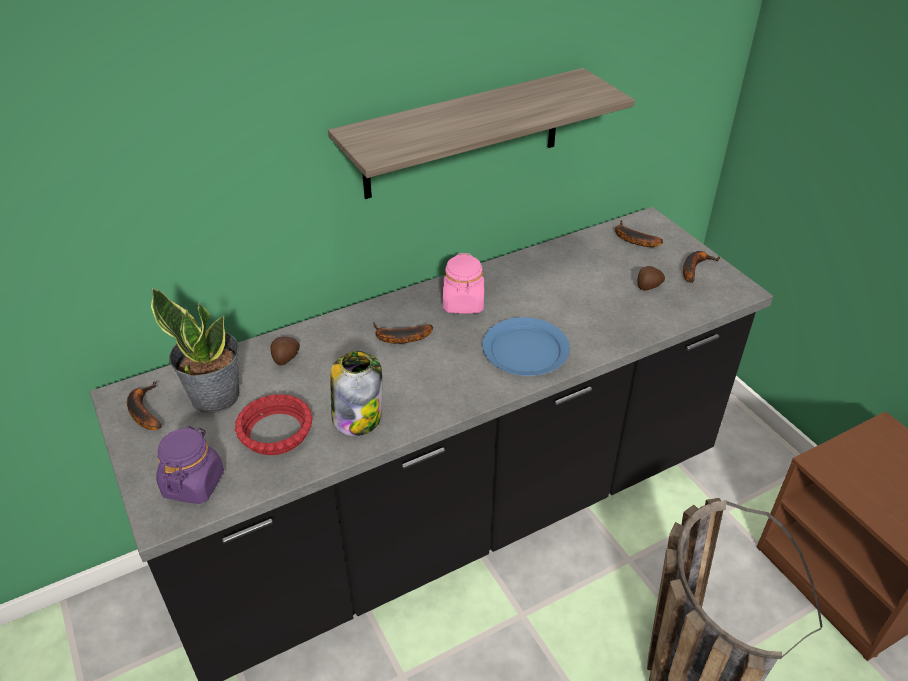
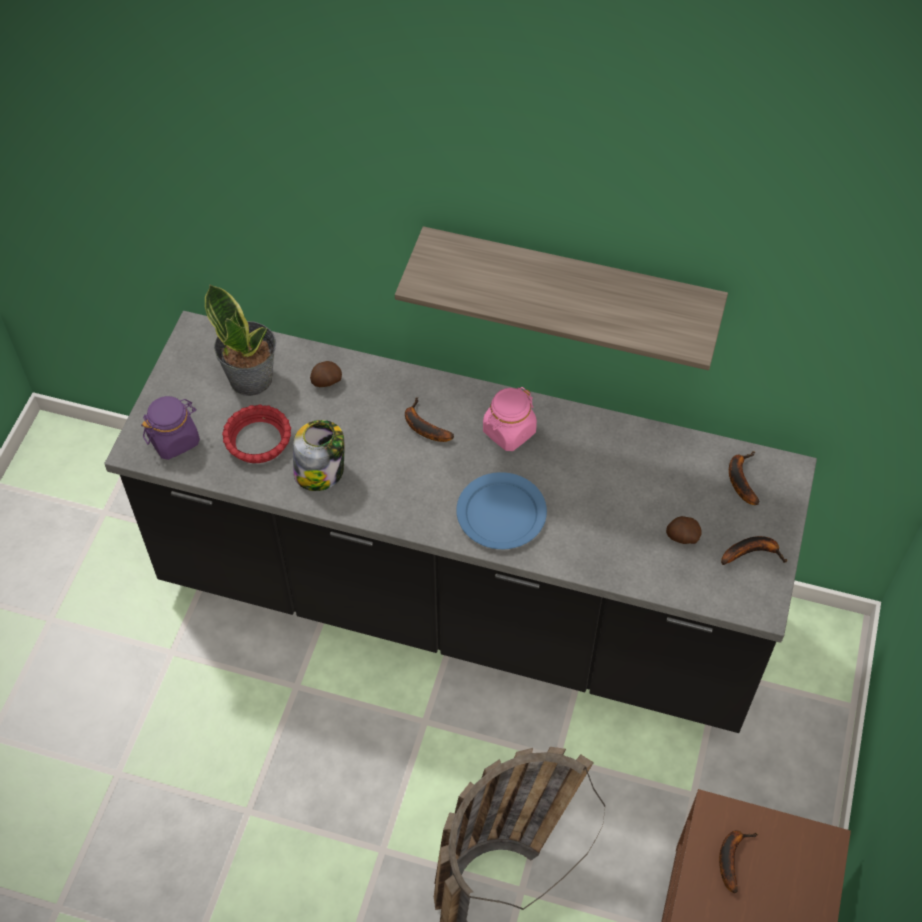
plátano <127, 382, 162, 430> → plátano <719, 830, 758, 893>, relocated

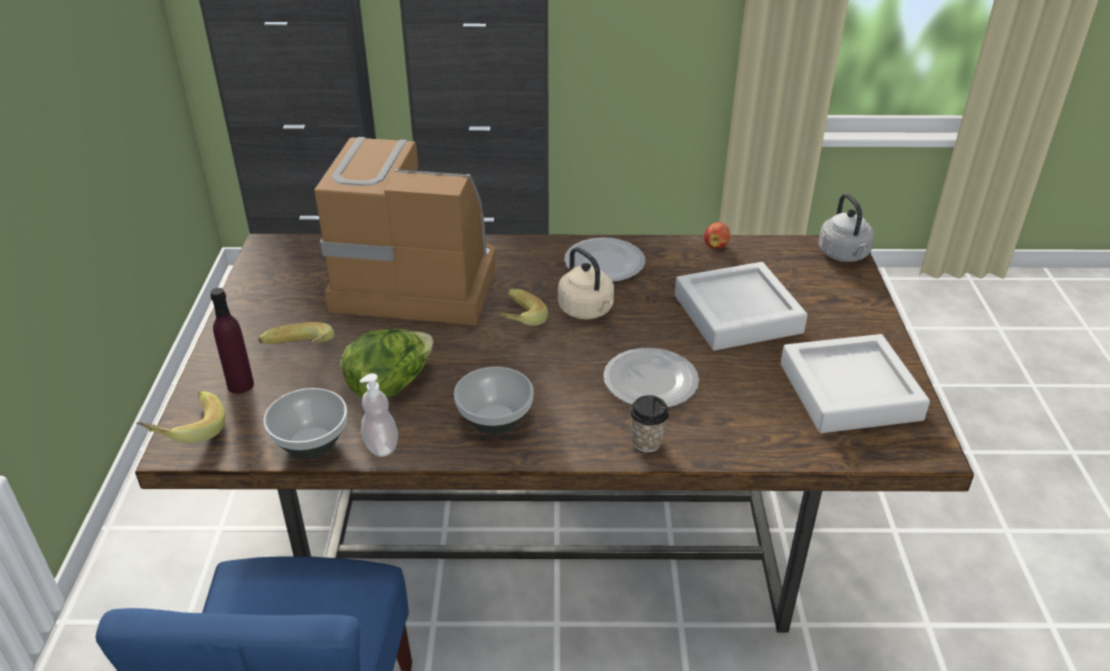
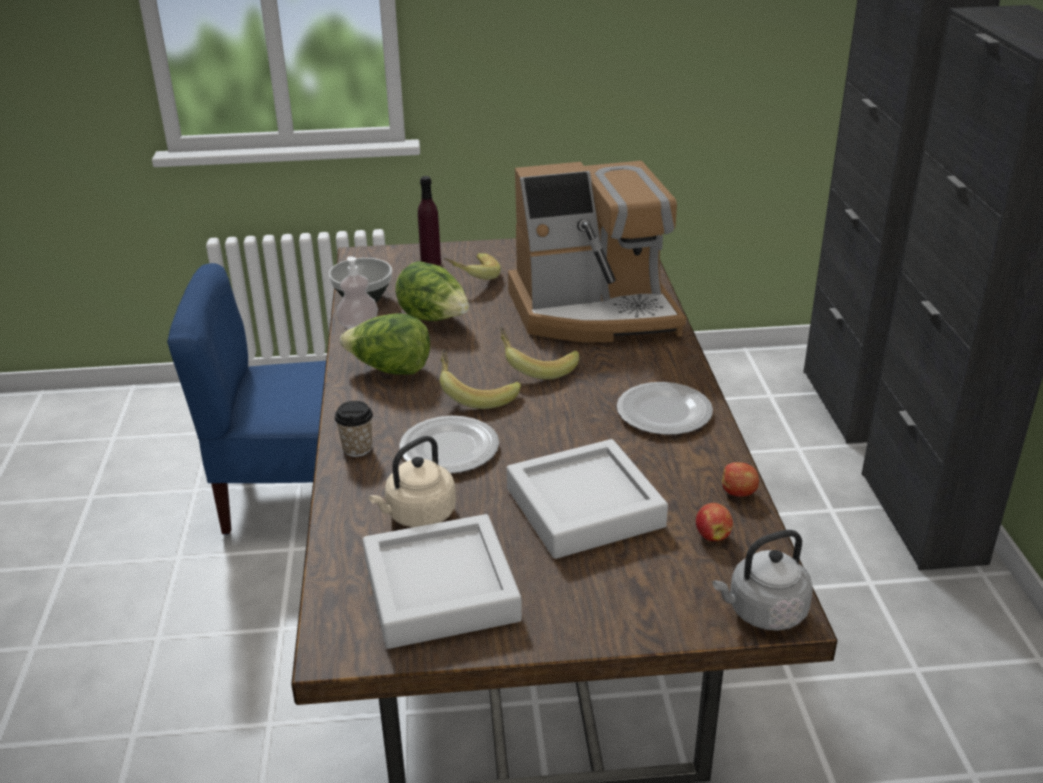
- → manzana <696, 503, 733, 541>
plátano <136, 391, 225, 444> → plátano <440, 349, 521, 409>, relocated
hervidor/beis <558, 247, 614, 319> → hervidor/beis <369, 436, 456, 527>, relocated
cuenco <454, 367, 534, 435> → lechuga <340, 313, 430, 375>
cafetera <314, 137, 496, 325> → cafetera <508, 161, 686, 342>, 75 degrees clockwise

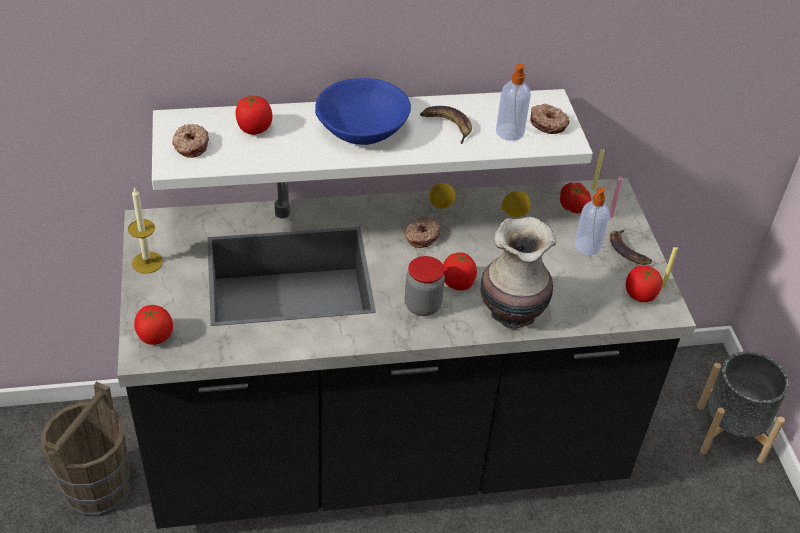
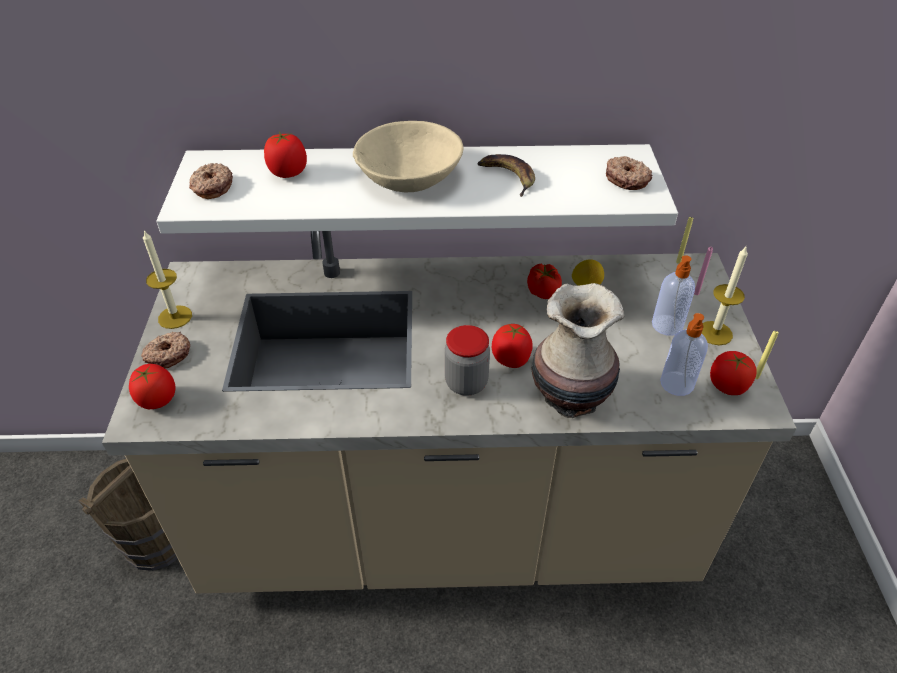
limón <430, 183, 455, 209> → -
maceta/gris <697, 351, 789, 463> → -
rosquilla <404, 217, 441, 248> → rosquilla <141, 332, 190, 368>, relocated
dispensador de jabón <496, 64, 531, 141> → dispensador de jabón <660, 313, 708, 396>, relocated
tomate <560, 182, 591, 213> → tomate <527, 264, 562, 299>, relocated
plátano <610, 229, 652, 265> → vela <702, 247, 748, 345>
mueble bajo de cocina/negro <117, 178, 696, 529> → mueble bajo de cocina/beis <102, 231, 796, 593>
cuenco/azul <315, 78, 411, 145> → cuenco/beis <353, 121, 463, 192>

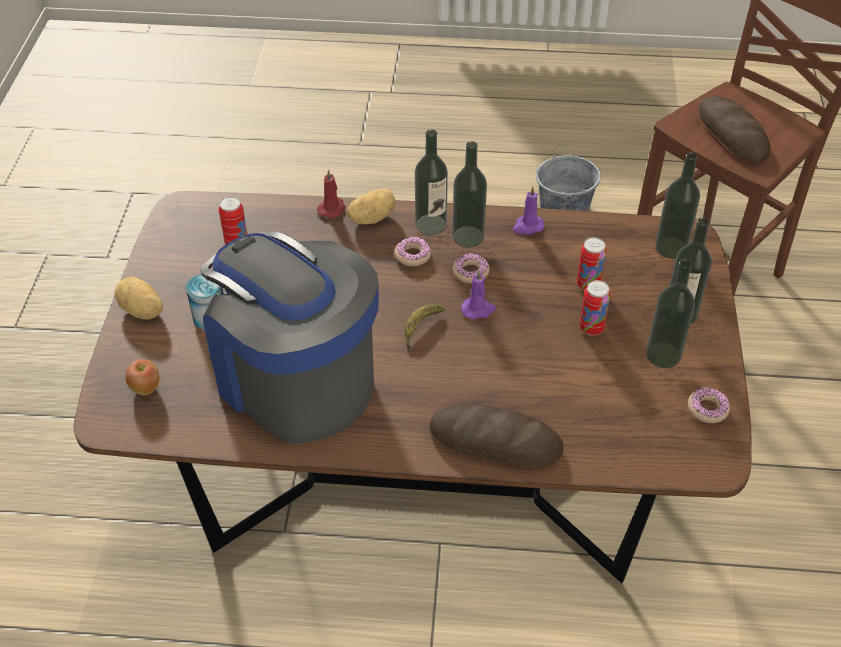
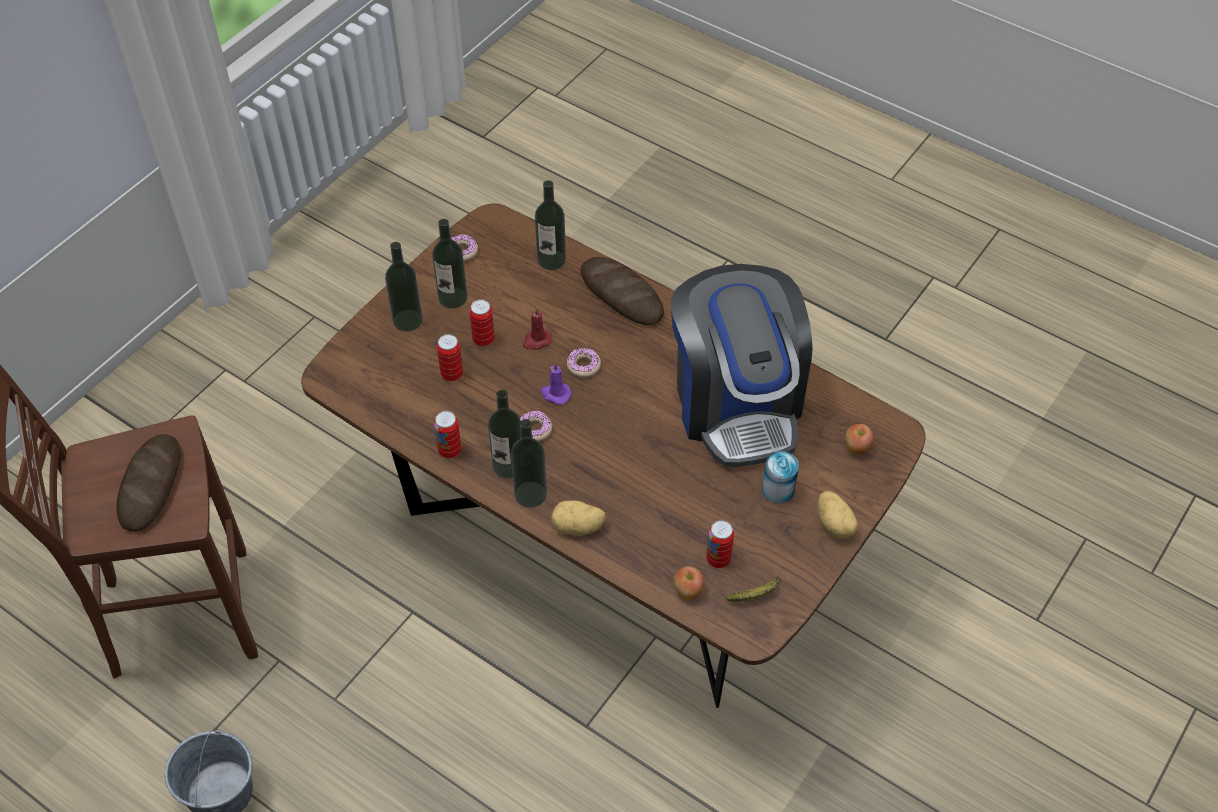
- → manzana <673, 566, 705, 600>
vela/rojo <317, 169, 346, 219> → vela/rojo <523, 307, 552, 350>, relocated
rosquilla <395, 236, 431, 267> → rosquilla <567, 348, 601, 378>, relocated
plátano <404, 304, 445, 350> → plátano <726, 576, 781, 602>, relocated
botella <655, 152, 700, 259> → botella <535, 180, 566, 270>, relocated
vela/morado <513, 186, 544, 235> → lata <434, 411, 461, 459>

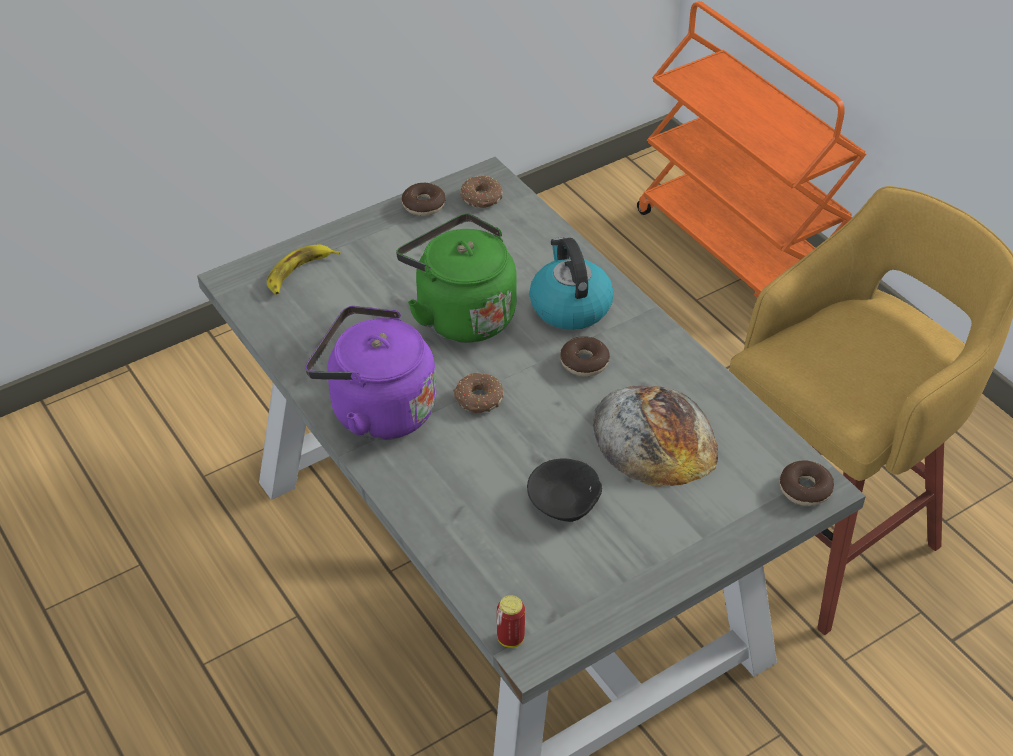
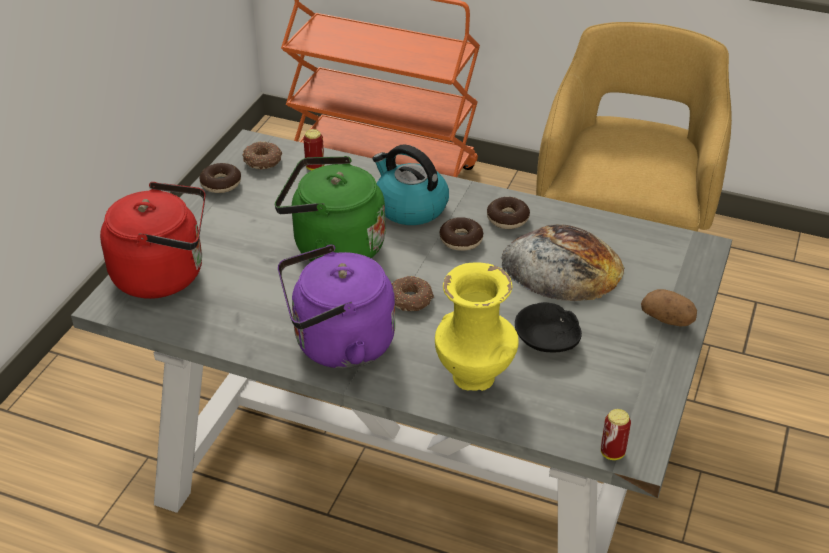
- → lata <303, 129, 324, 171>
- → florero/amarillo <435, 262, 519, 391>
- → patata <641, 289, 697, 327>
rosquilla <780, 461, 834, 506> → rosquilla <487, 197, 530, 229>, relocated
plátano <267, 244, 340, 295> → hervidor/rojo <100, 182, 205, 299>

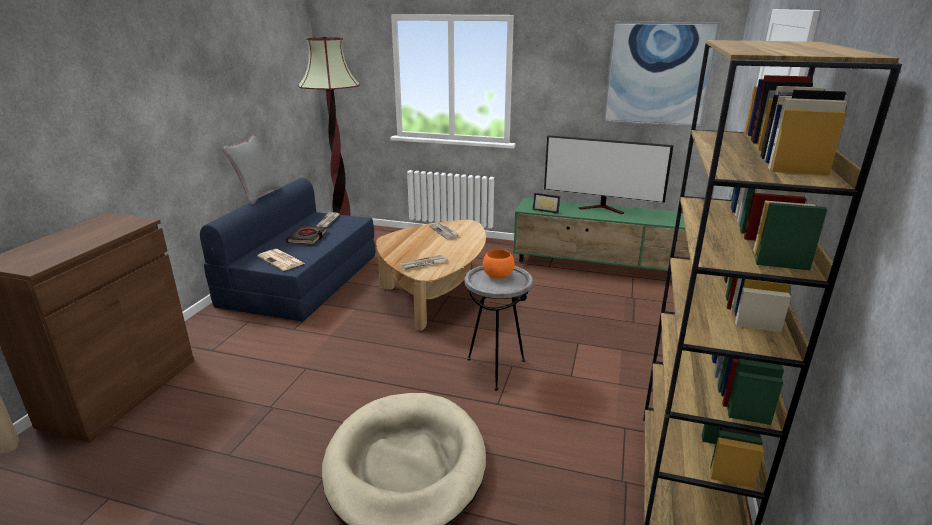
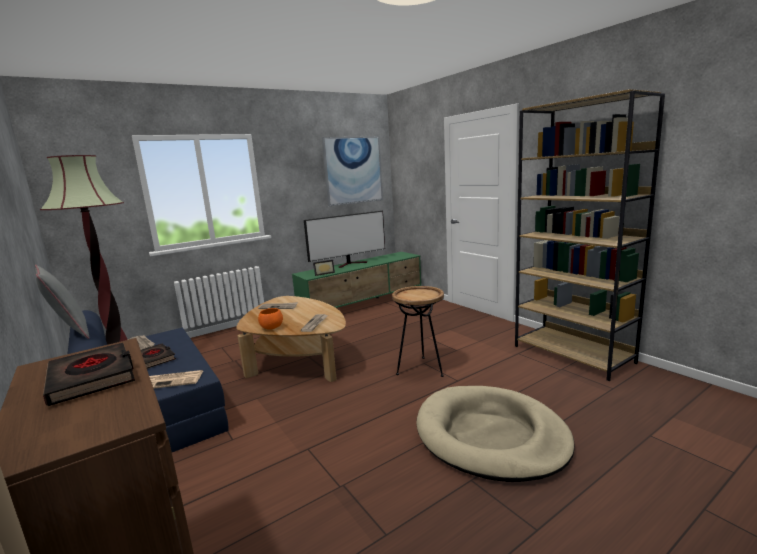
- → libro/negro <43, 343, 135, 406>
cuenco/naranja <483, 250, 515, 279> → cuenco/naranja <258, 308, 283, 330>, relocated
mesa auxiliar/gris <465, 265, 533, 391> → mesa auxiliar/marrón <392, 286, 444, 377>

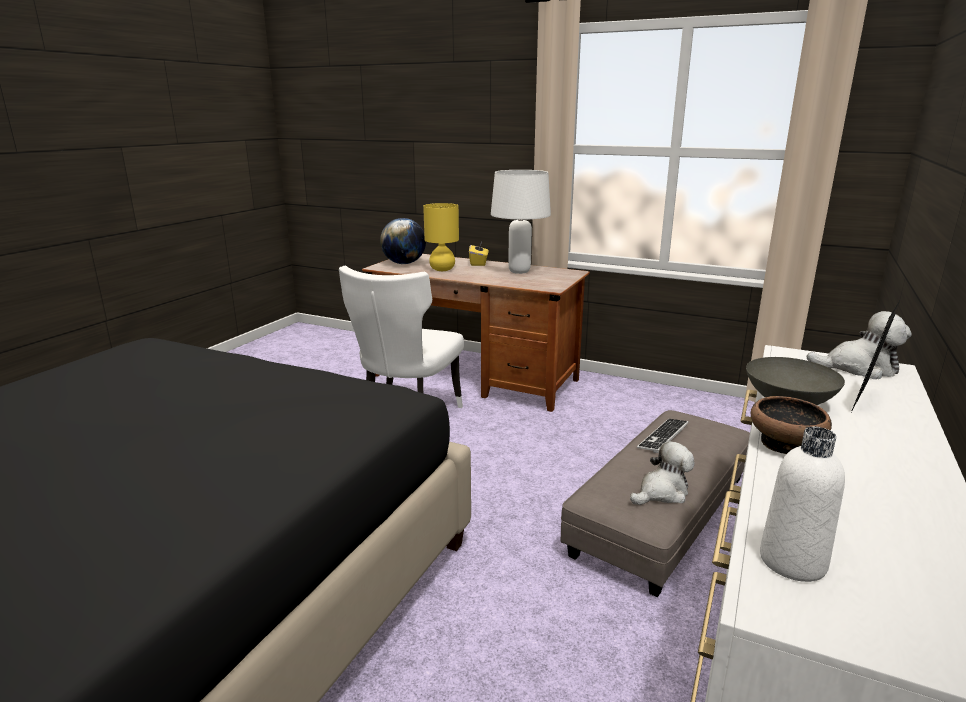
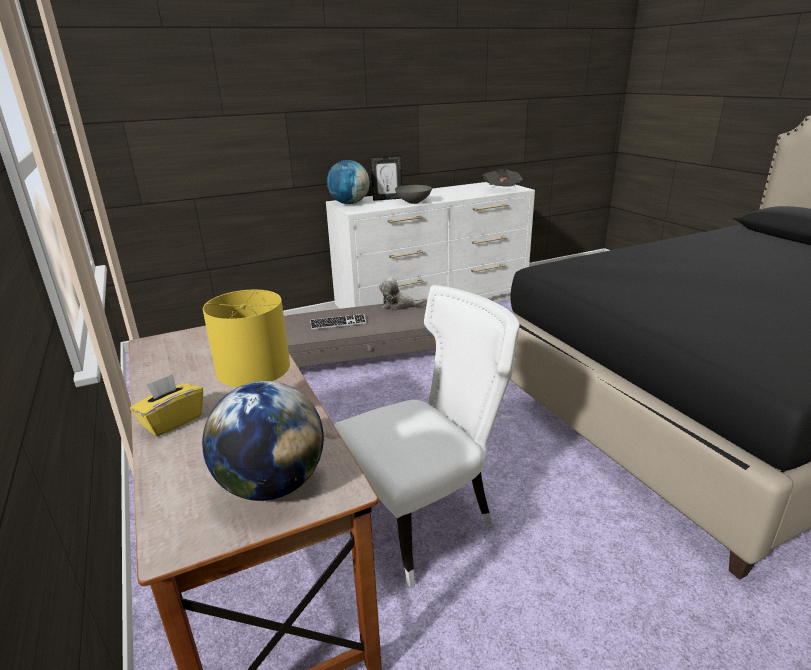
lámpara de mesa/blanco <491, 170, 551, 274> → -
cuenco <751, 396, 832, 454> → -
botella/blanco <760, 427, 845, 582> → periódico <482, 169, 523, 187>
peluche <806, 311, 912, 379> → globo terráqueo <327, 160, 369, 204>

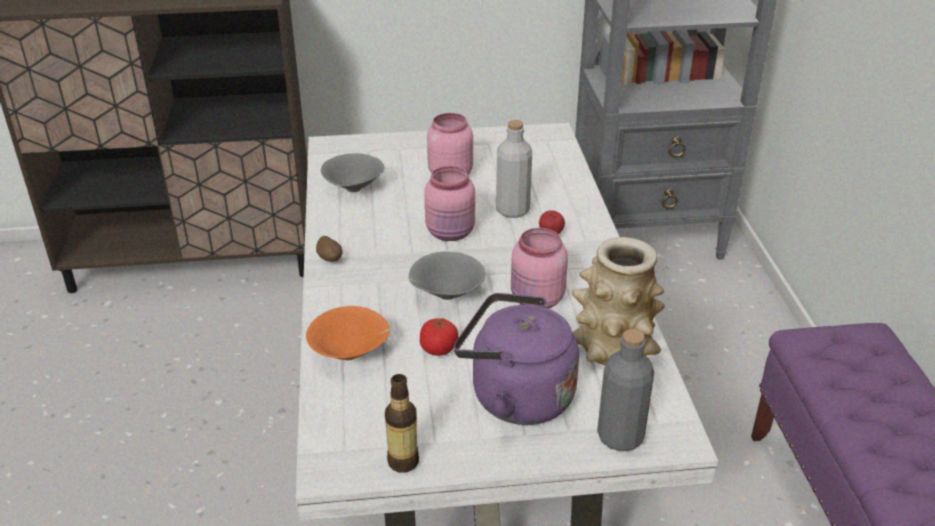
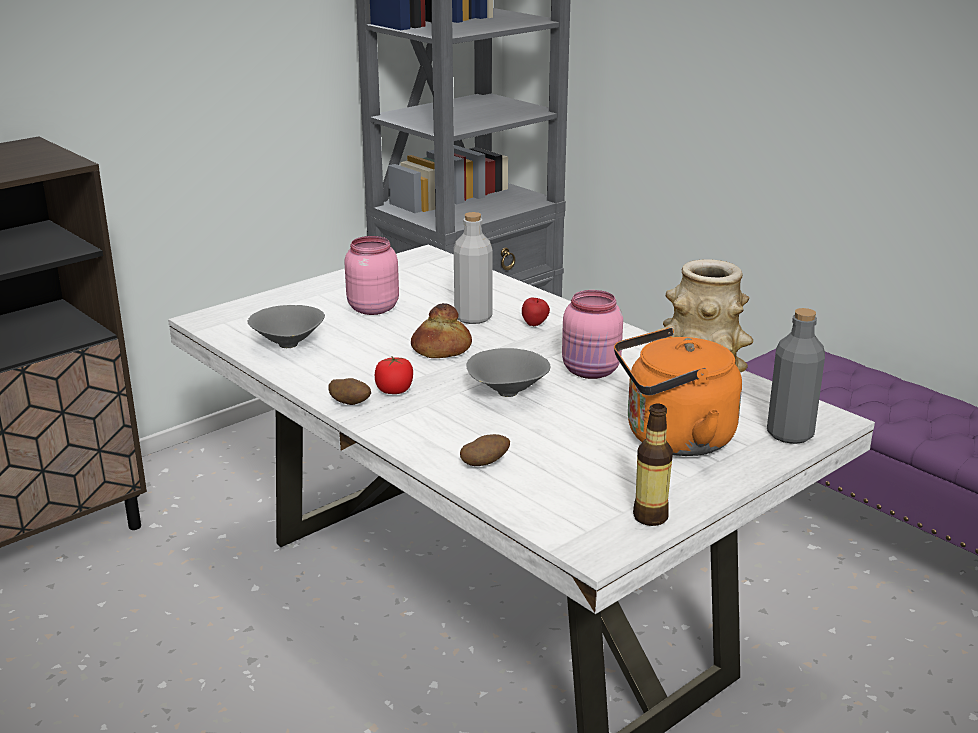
tomate <420, 318, 459, 356> → tomate <375, 356, 413, 394>, relocated
cuenco/naranja <306, 306, 390, 360> → patata <460, 434, 510, 466>
tarro/rosa <424, 166, 475, 241> → pan <411, 303, 472, 358>
hervidor/morado <454, 293, 579, 425> → hervidor/naranja <614, 327, 742, 456>

